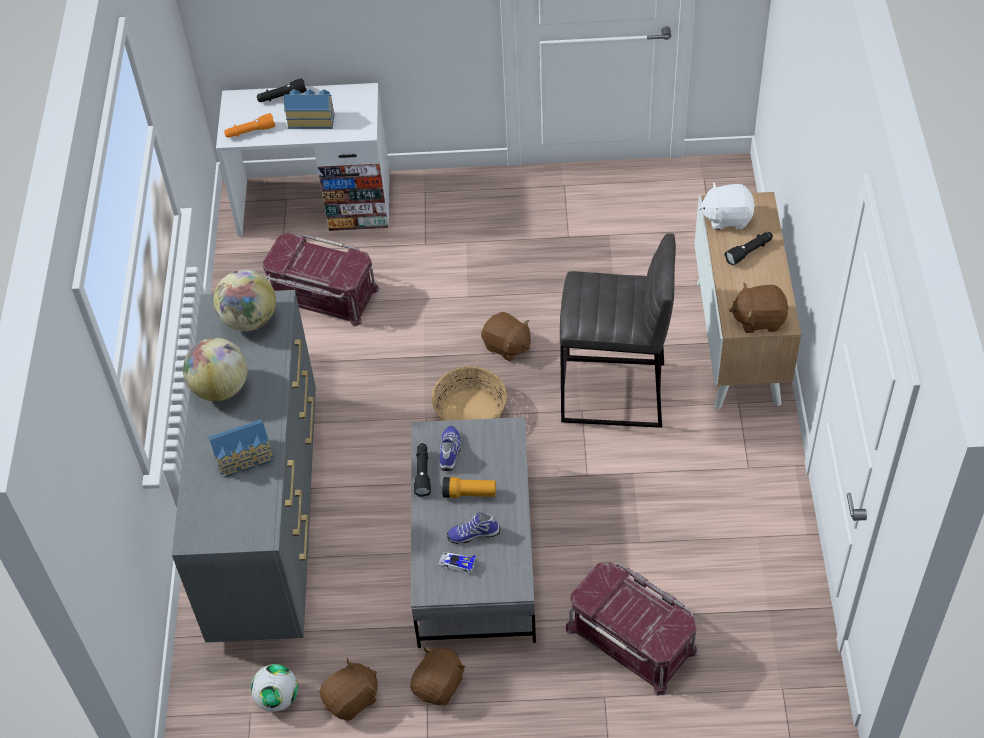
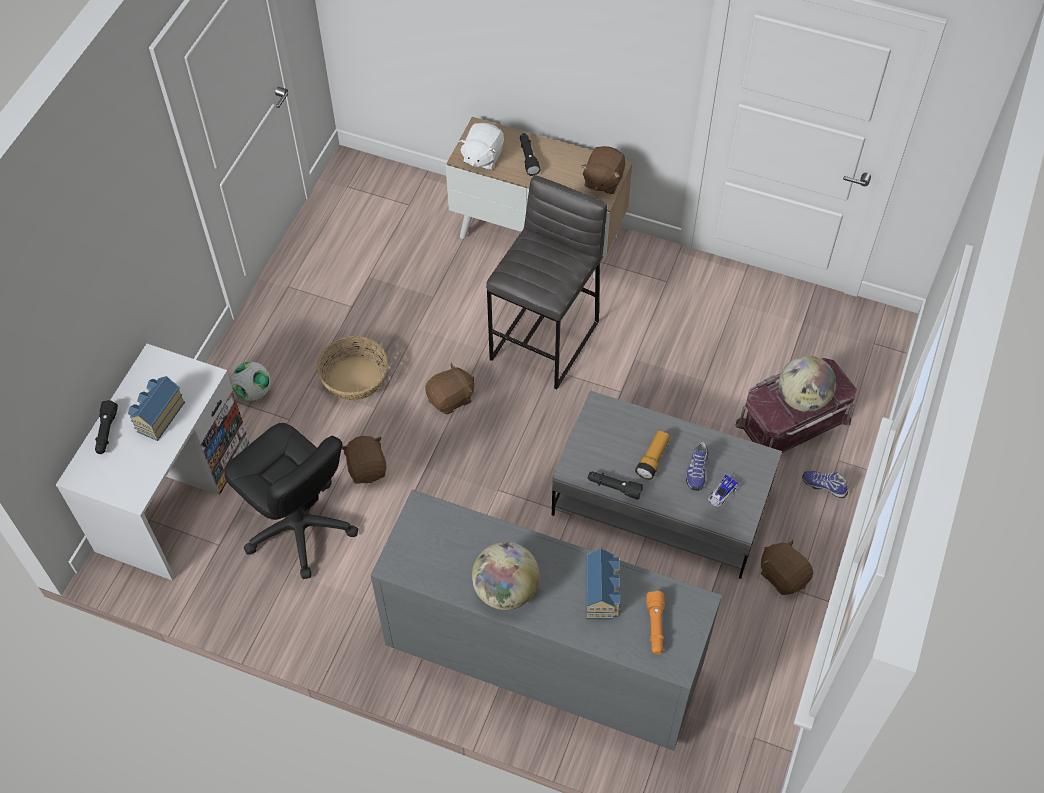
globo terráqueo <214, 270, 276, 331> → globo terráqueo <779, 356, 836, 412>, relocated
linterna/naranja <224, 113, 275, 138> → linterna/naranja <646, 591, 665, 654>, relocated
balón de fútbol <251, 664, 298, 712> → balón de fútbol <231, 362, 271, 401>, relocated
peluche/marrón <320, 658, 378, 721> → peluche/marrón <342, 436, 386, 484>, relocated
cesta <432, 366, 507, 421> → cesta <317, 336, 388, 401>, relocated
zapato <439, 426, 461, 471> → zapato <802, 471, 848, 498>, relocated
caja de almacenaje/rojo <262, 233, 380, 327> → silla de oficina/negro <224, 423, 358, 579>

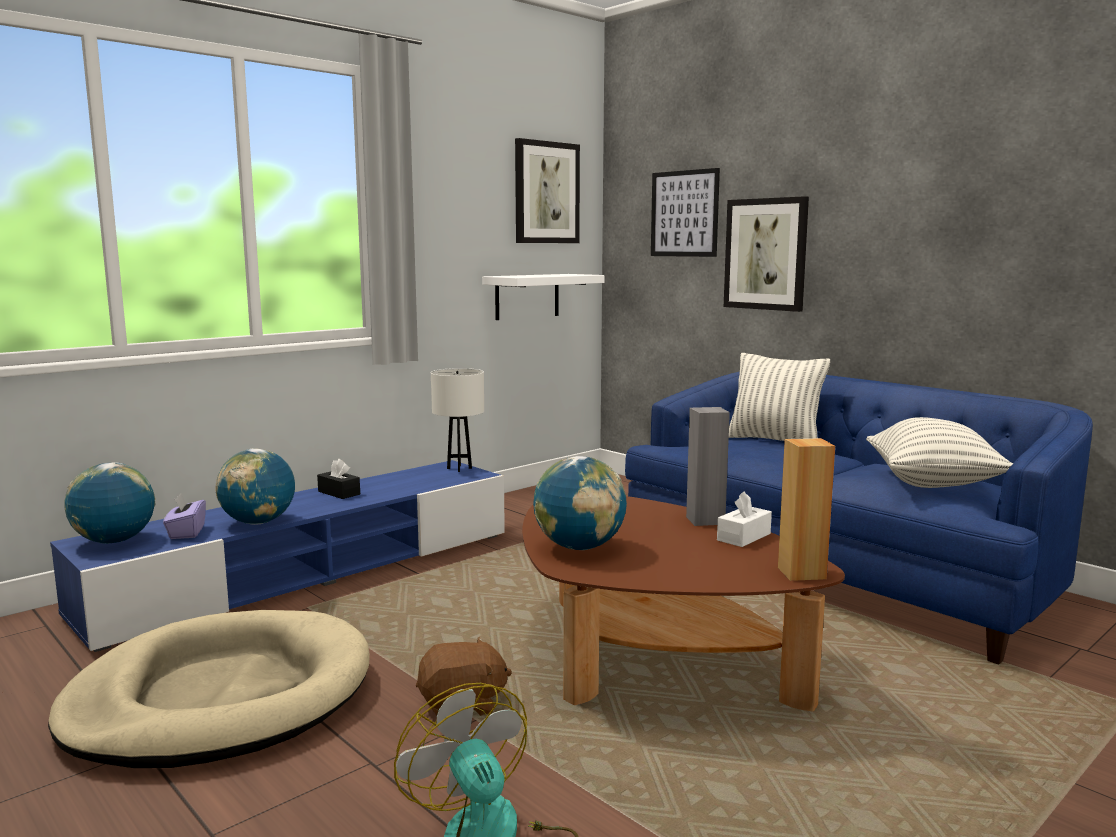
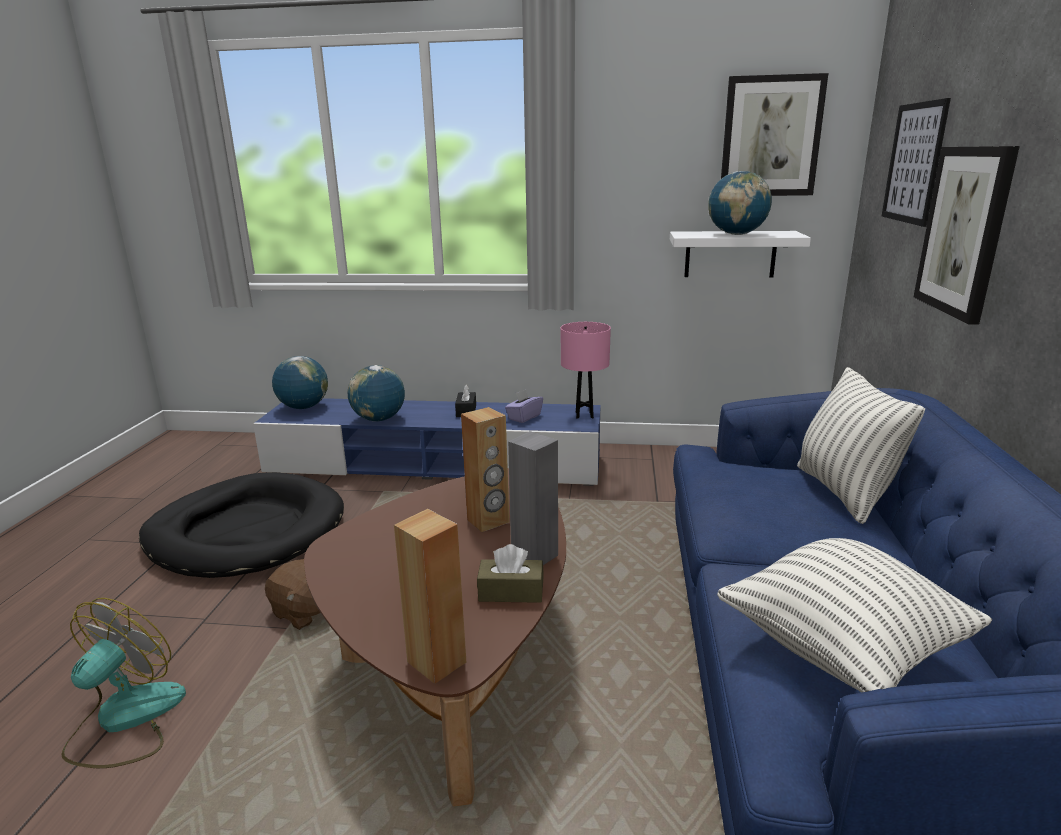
- → altavoz/marrón <461, 407, 509, 532>
caja de pañuelos/morado <163, 493, 206, 539> → caja de pañuelos/morado <505, 389, 543, 423>, relocated
globo terráqueo <533, 456, 627, 550> → globo terráqueo <708, 171, 772, 235>, relocated
cama para perro/beis <48, 610, 370, 768> → cama para perro/negro <139, 472, 344, 578>
lámpara de mesa/blanco <431, 368, 484, 472> → lámpara de mesa/rosa <560, 322, 611, 419>
caja de pañuelos/blanco <717, 491, 772, 547> → caja de pañuelos/marrón <477, 544, 544, 603>

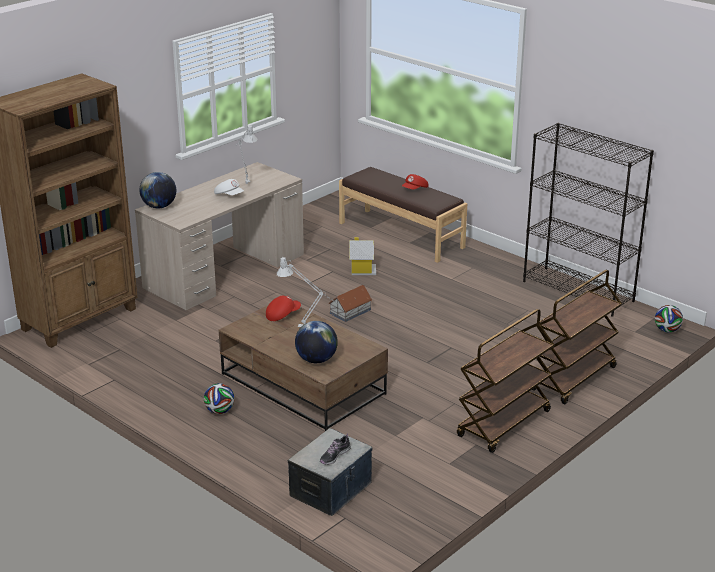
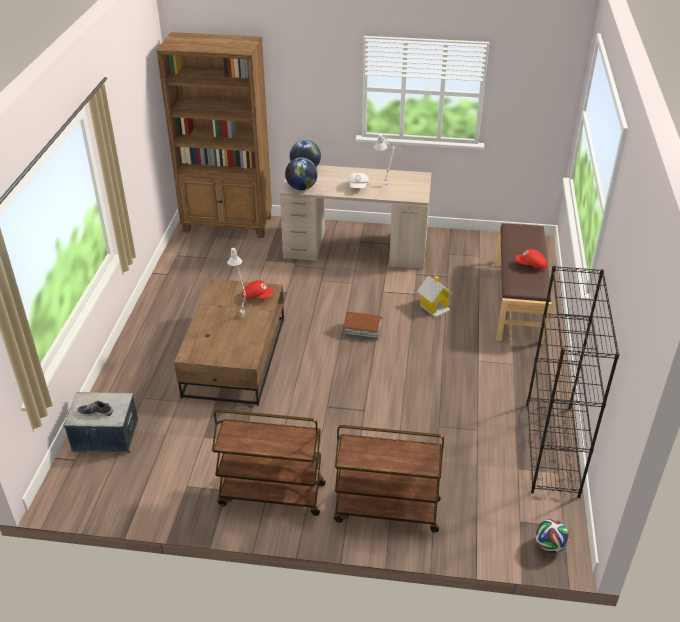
balón de fútbol <204, 383, 235, 414> → -
globo terráqueo <295, 321, 338, 363> → globo terráqueo <285, 158, 318, 190>, relocated

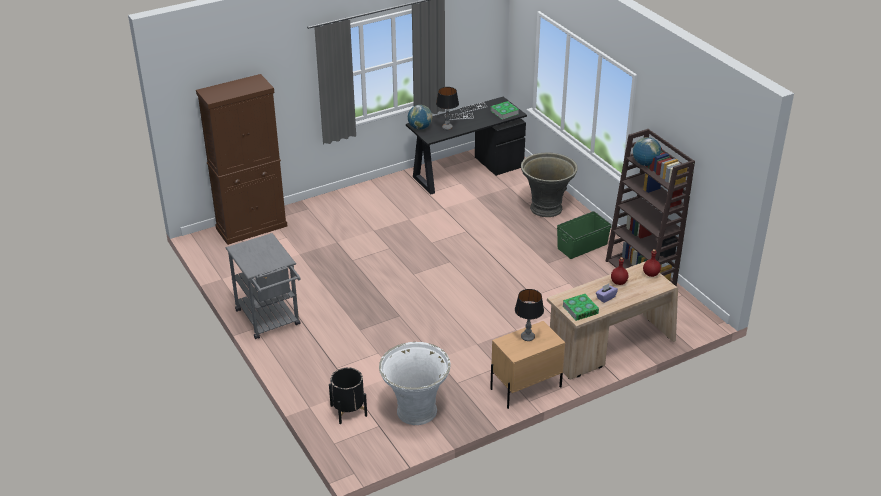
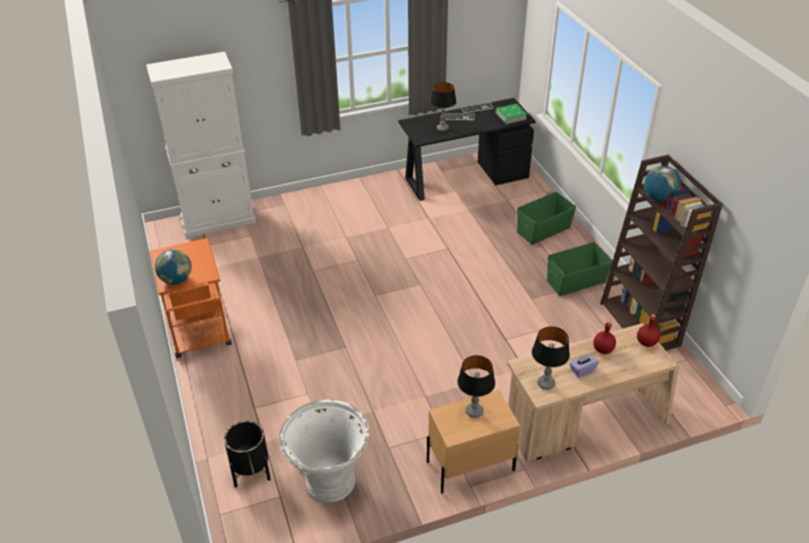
globo terráqueo <408, 105, 432, 130> → globo terráqueo <155, 249, 192, 285>, relocated
maceta/gris <521, 152, 578, 217> → caja de almacenaje/verde <517, 192, 576, 245>
libro <563, 294, 599, 321> → lámpara de mesa <532, 326, 570, 390>
armario/marrón <196, 74, 287, 245> → armario/blanco <146, 52, 256, 238>
carrito/gris <226, 233, 301, 339> → carrito/naranja <150, 238, 232, 358>

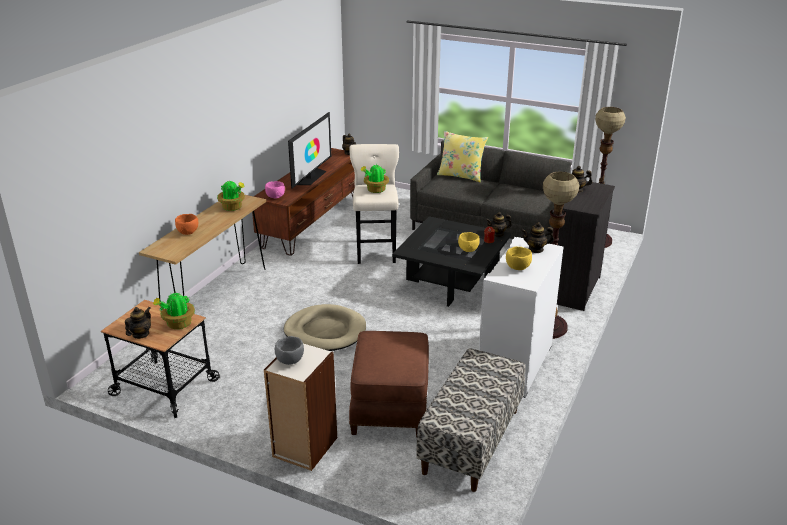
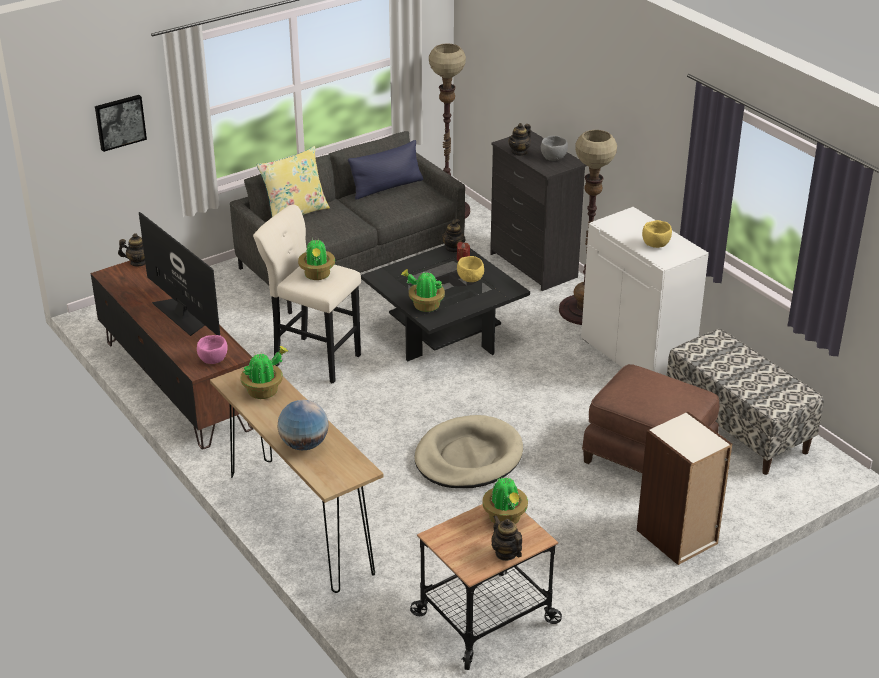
tetera <521, 222, 554, 253> → -
- → cuadro <95, 95, 147, 152>
- → cojín/azul <348, 140, 423, 200>
- → planta en maceta <401, 269, 445, 312>
cuenco/gris <275, 336, 304, 365> → cuenco/gris <541, 136, 568, 161>, relocated
cuenco/naranja <175, 214, 198, 235> → globo terráqueo <278, 400, 328, 450>

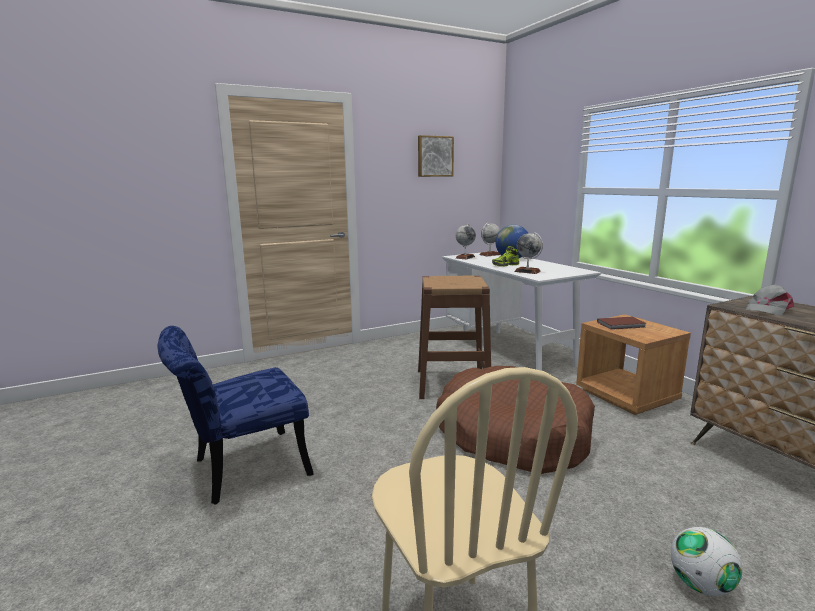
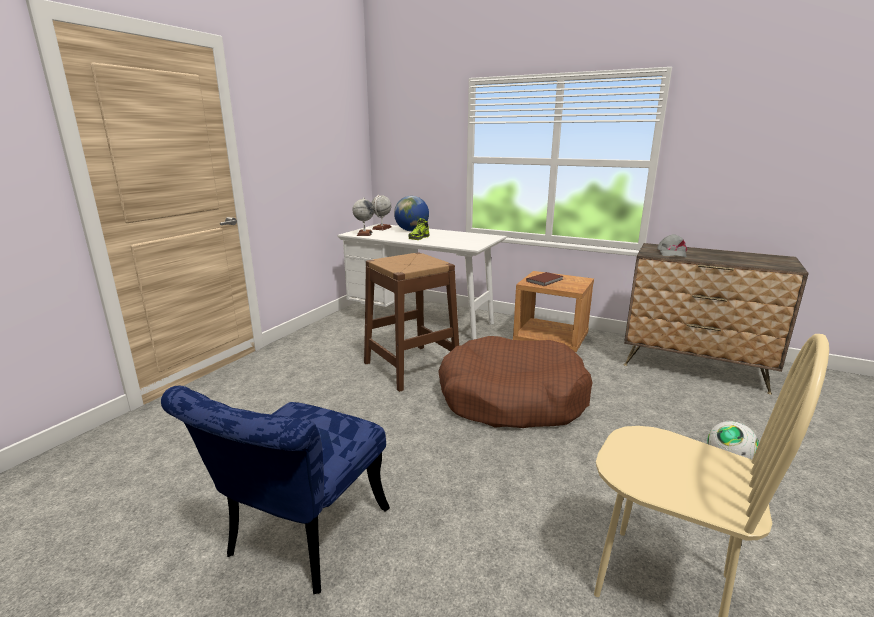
cuadro <418, 135, 454, 177> → -
globo terráqueo <514, 232, 543, 274> → -

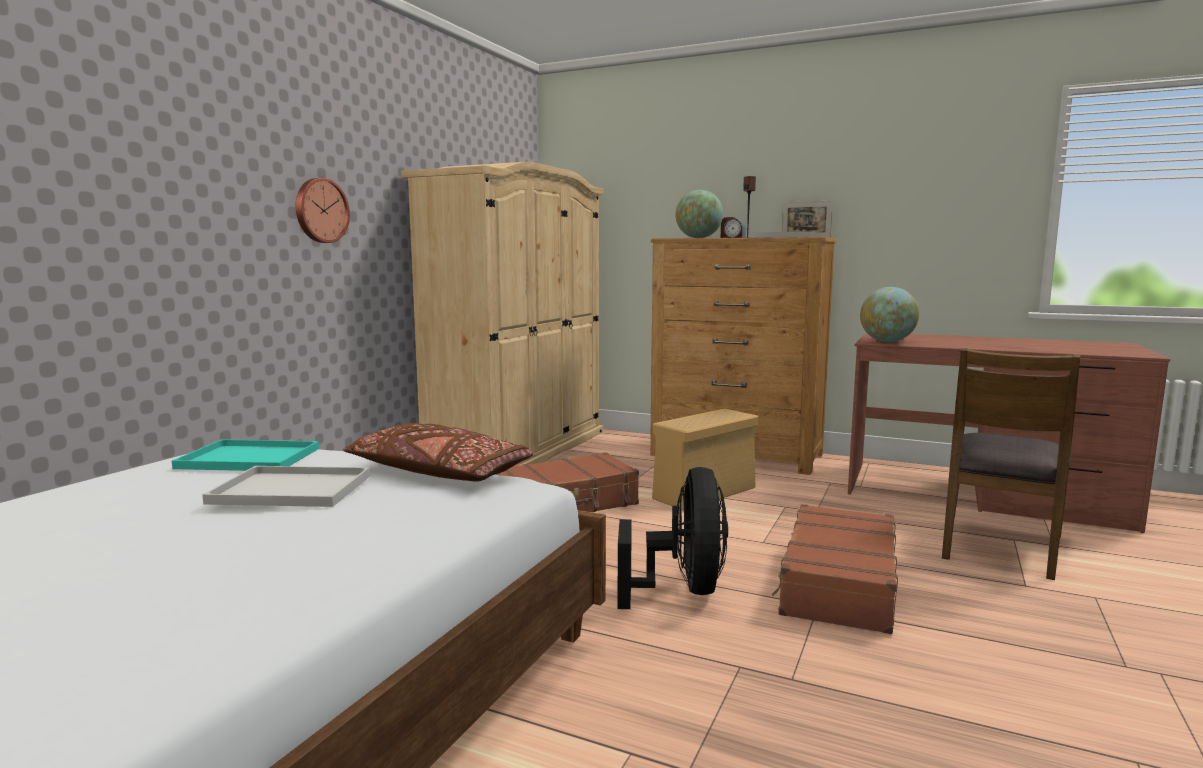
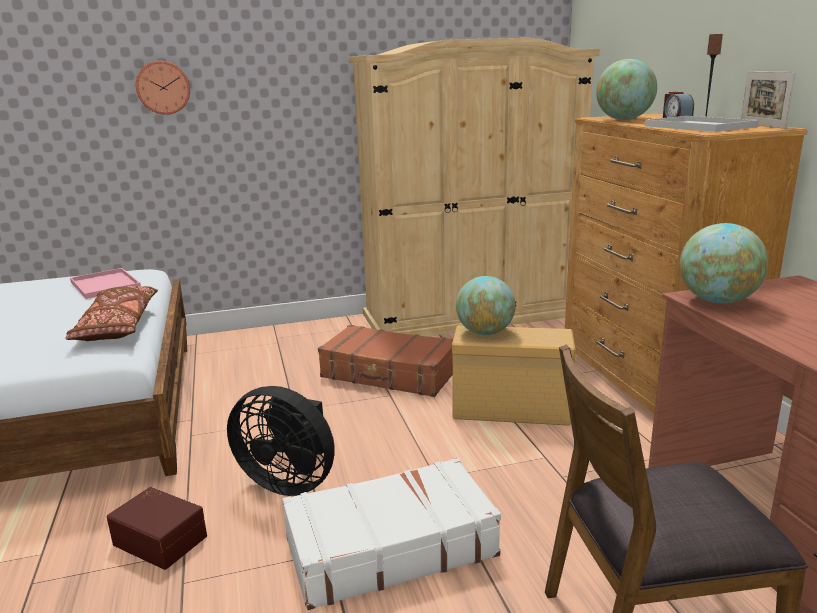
bandeja/blanco <202, 466, 370, 507> → -
- → caja de almacenaje/marrón <107, 487, 207, 570>
- → globo terráqueo <456, 276, 516, 335>
reloj de pared <296, 178, 350, 243> → reloj de pared <136, 61, 190, 115>, relocated
bandeja/turquesa <172, 439, 319, 471> → bandeja/rosa <70, 268, 141, 299>
maleta/marrón <772, 504, 898, 634> → maleta/blanco <282, 458, 501, 610>
ventilador/negro <617, 467, 728, 609> → ventilador/negro <227, 386, 335, 496>, 60 degrees clockwise

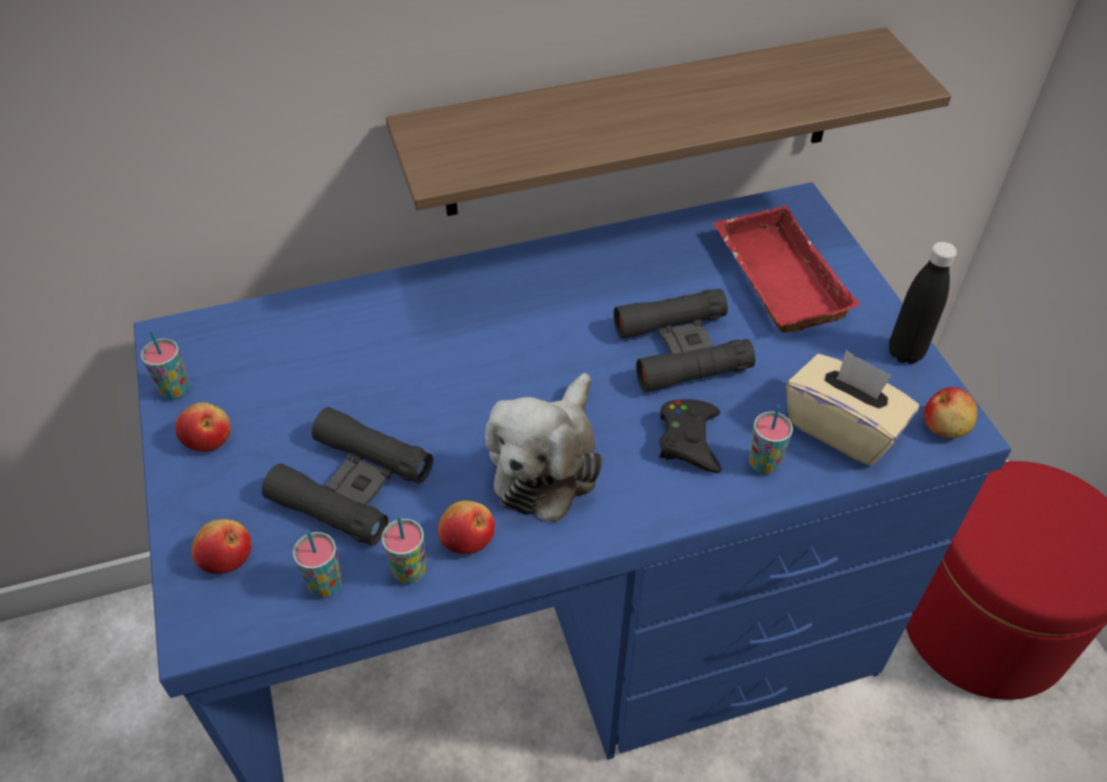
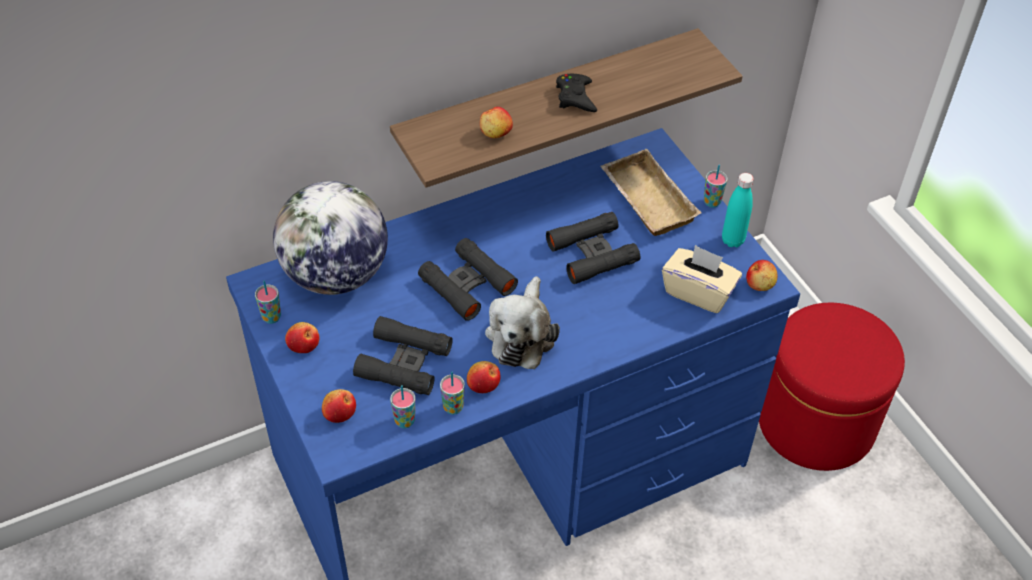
- → globo terráqueo <273, 181, 388, 295>
- → prismáticos/negro <418, 238, 518, 321>
- → manzana <480, 107, 513, 138>
mando de consola/negro <659, 399, 722, 473> → mando de consola/negro <556, 74, 597, 112>, relocated
taza <749, 405, 793, 474> → taza <704, 165, 727, 208>, relocated
bandeja/rojo <713, 205, 861, 333> → bandeja/beis <600, 149, 701, 236>
botella/negro <889, 242, 957, 364> → botella/turquesa <722, 173, 754, 247>

